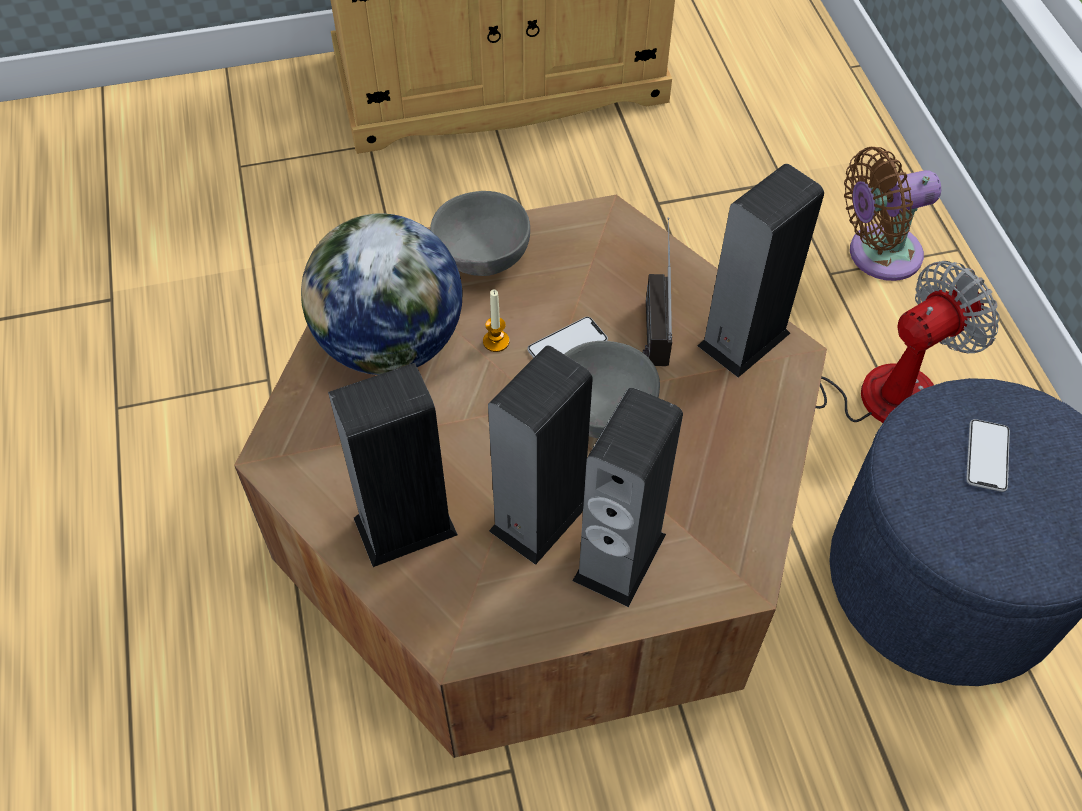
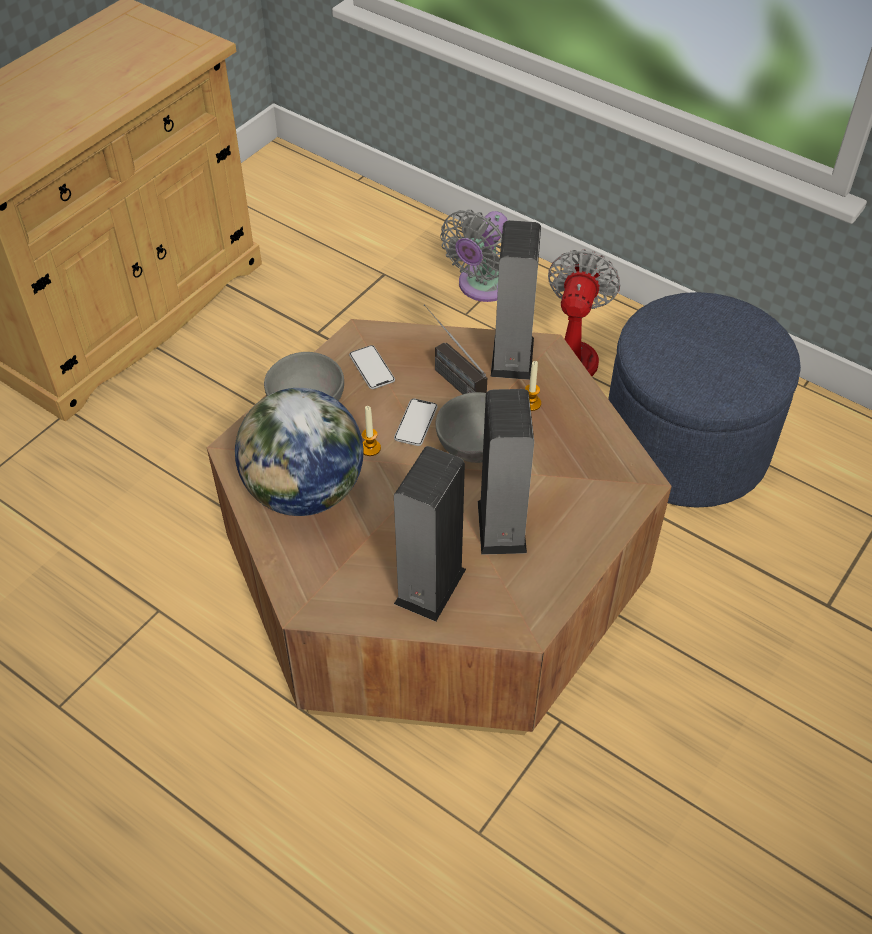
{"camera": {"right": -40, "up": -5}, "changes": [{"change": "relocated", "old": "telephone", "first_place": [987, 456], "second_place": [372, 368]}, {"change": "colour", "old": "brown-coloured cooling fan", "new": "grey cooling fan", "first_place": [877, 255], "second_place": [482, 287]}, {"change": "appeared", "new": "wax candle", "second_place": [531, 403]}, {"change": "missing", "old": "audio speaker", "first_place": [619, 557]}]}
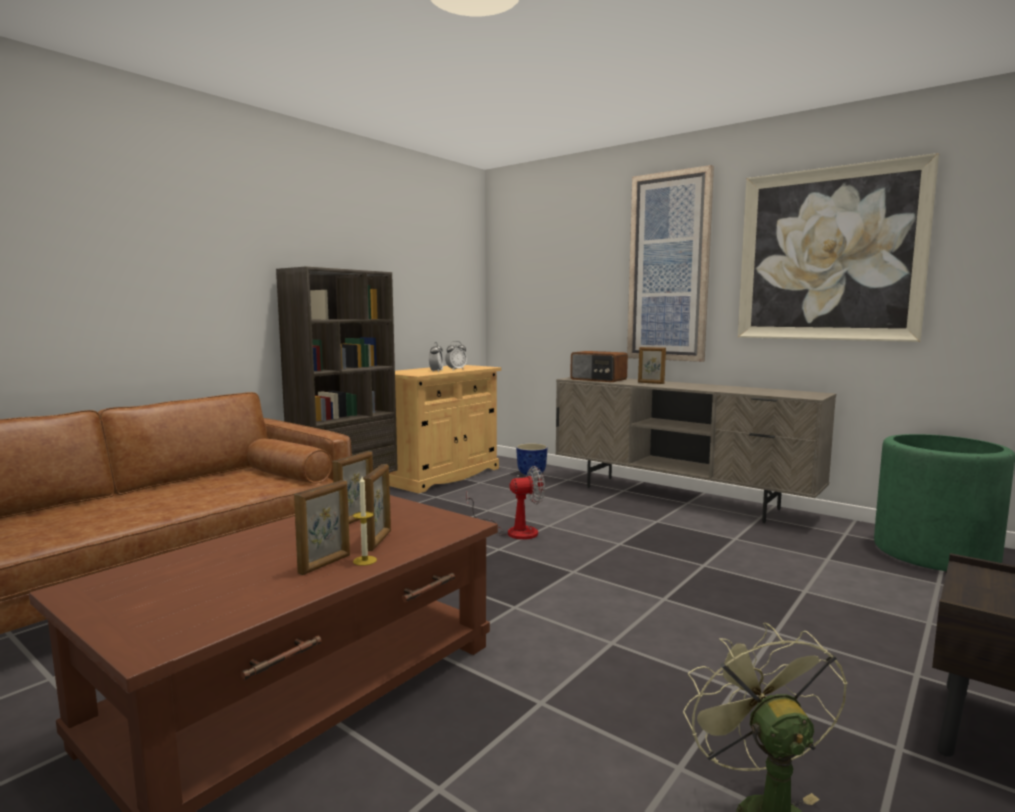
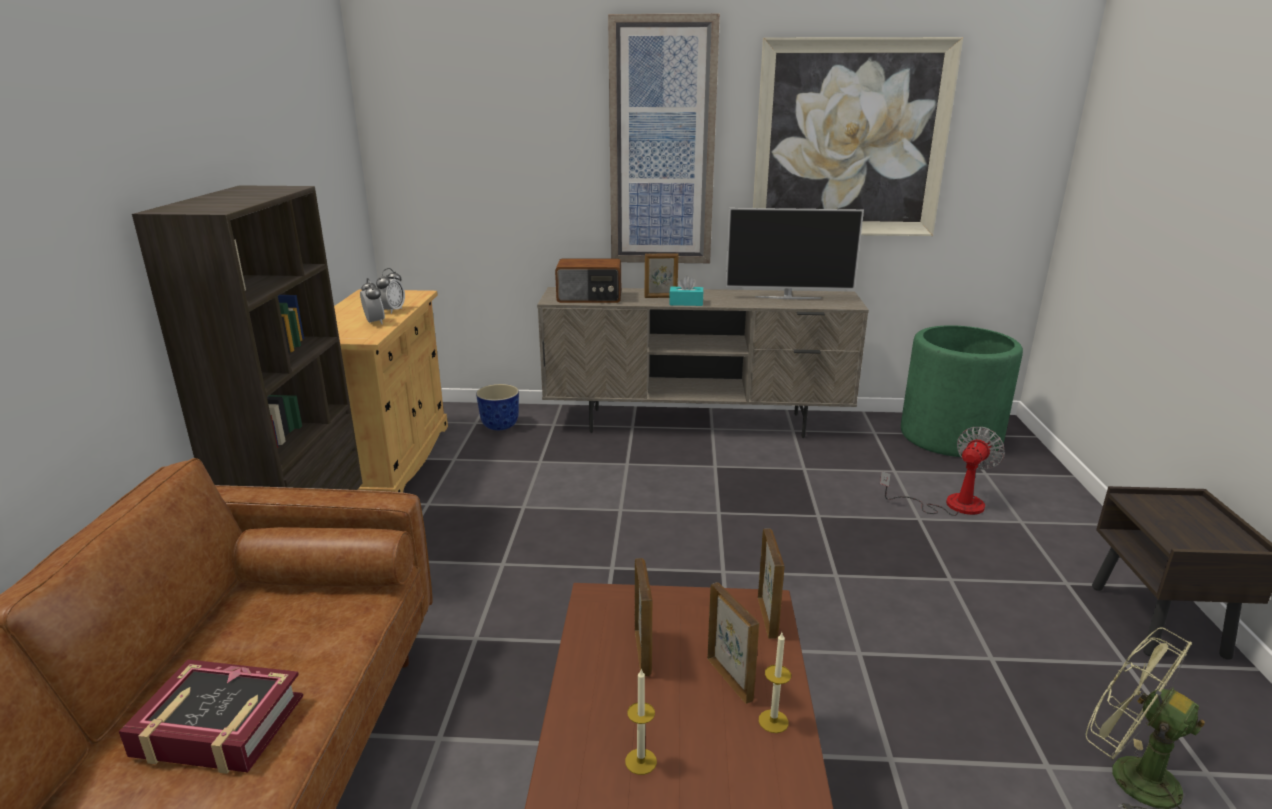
{"camera": {"right": -35, "up": 15}, "changes": [{"change": "appeared", "new": "volume", "second_place": [218, 727]}, {"change": "appeared", "new": "wax candle", "second_place": [641, 761]}, {"change": "appeared", "new": "blue-green tissue holder", "second_place": [686, 303]}, {"change": "appeared", "new": "TV set", "second_place": [788, 297]}, {"change": "relocated", "old": "photo frame", "first_place": [325, 564], "second_place": [767, 617]}, {"change": "relocated", "old": "cooling fan", "first_place": [513, 531], "second_place": [950, 504]}]}
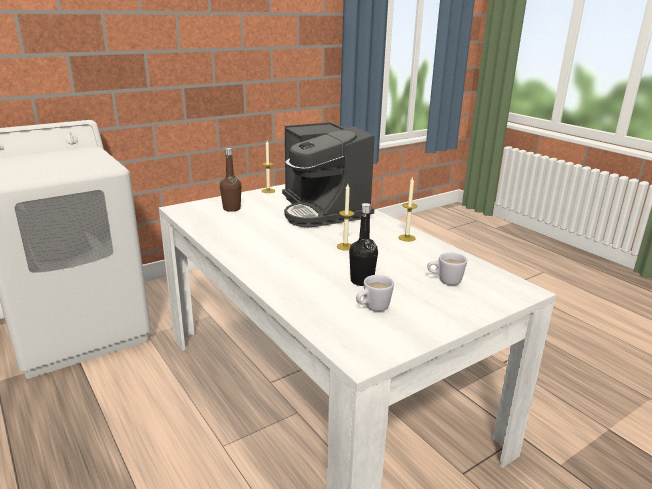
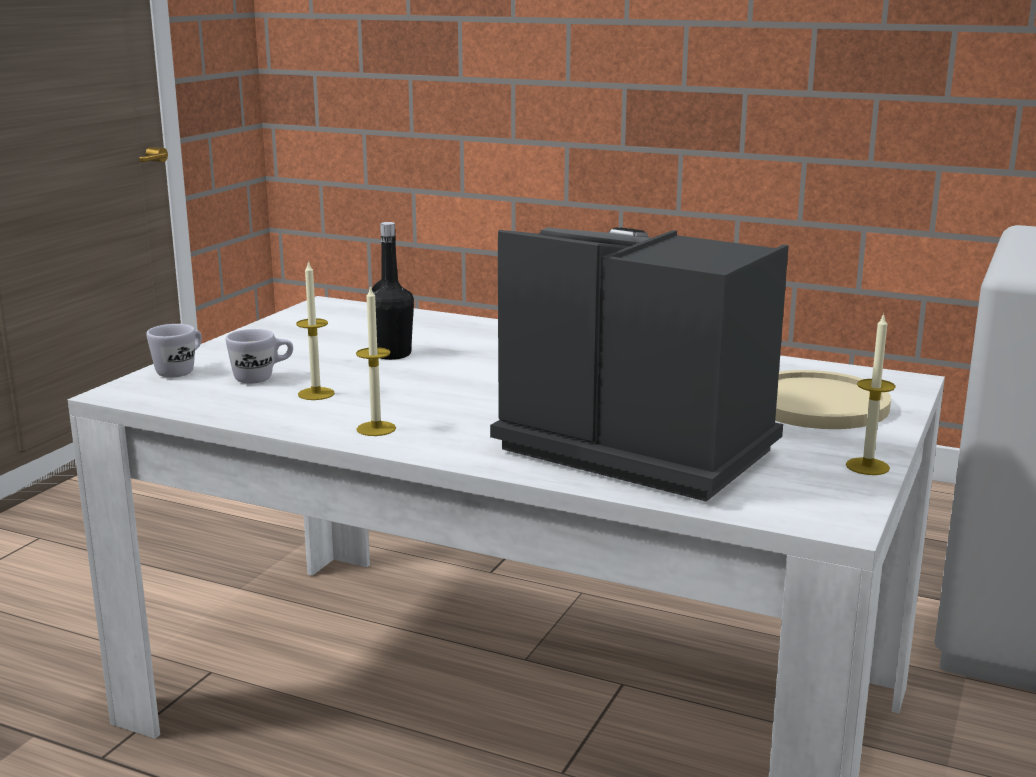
{"camera": {"right": 150, "up": -5}, "changes": [{"change": "relocated", "old": "whitish mug", "first_place": [372, 308], "second_place": [181, 371]}, {"change": "relocated", "old": "wax candle", "first_place": [345, 246], "second_place": [316, 394]}, {"change": "exchanged", "old": "brown-coloured bottle", "new": "beige plate", "first_place": [231, 209], "second_place": [817, 404]}]}
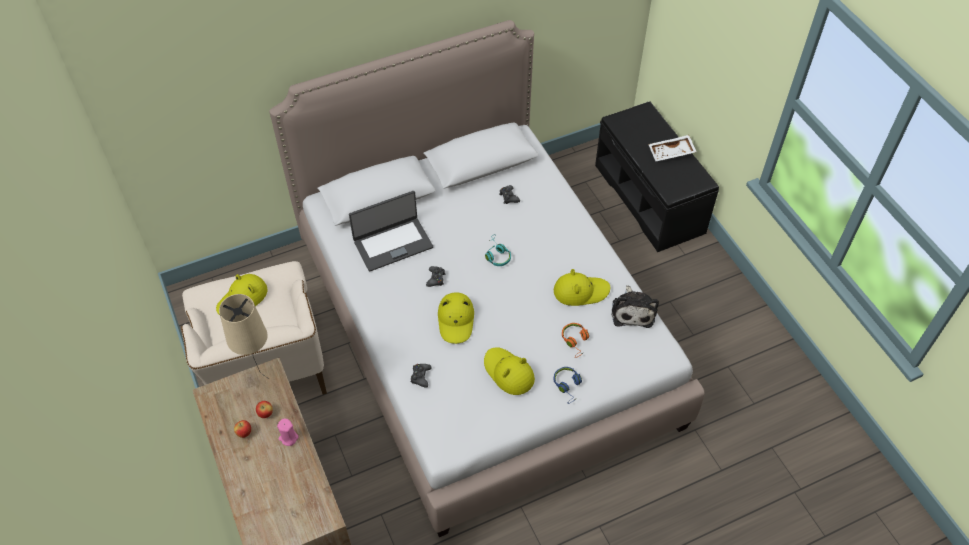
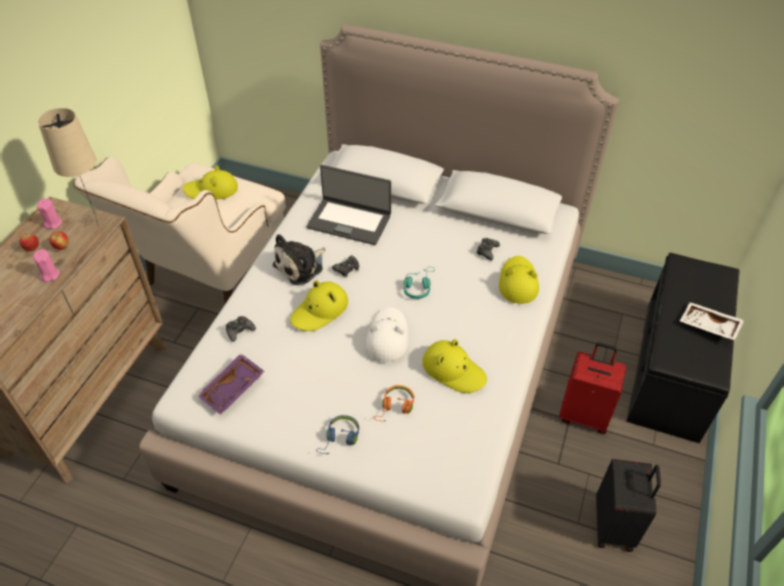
{"camera": {"right": 45, "up": -5}, "changes": [{"change": "appeared", "new": "pink wax candle", "second_place": [53, 223]}, {"change": "appeared", "new": "purple-coloured carrying tray", "second_place": [233, 389]}, {"change": "relocated", "old": "plush toy", "first_place": [632, 311], "second_place": [301, 266]}, {"change": "appeared", "new": "whitish clothing hat", "second_place": [387, 337]}, {"change": "relocated", "old": "yellowish clothing hat", "first_place": [508, 373], "second_place": [518, 282]}, {"change": "appeared", "new": "red suitcase", "second_place": [584, 415]}, {"change": "appeared", "new": "blackish suitcase", "second_place": [615, 526]}]}
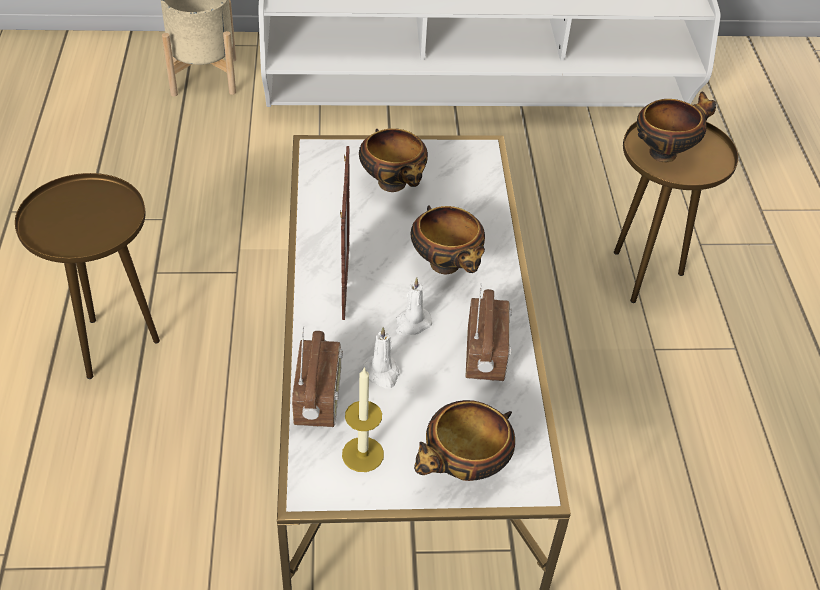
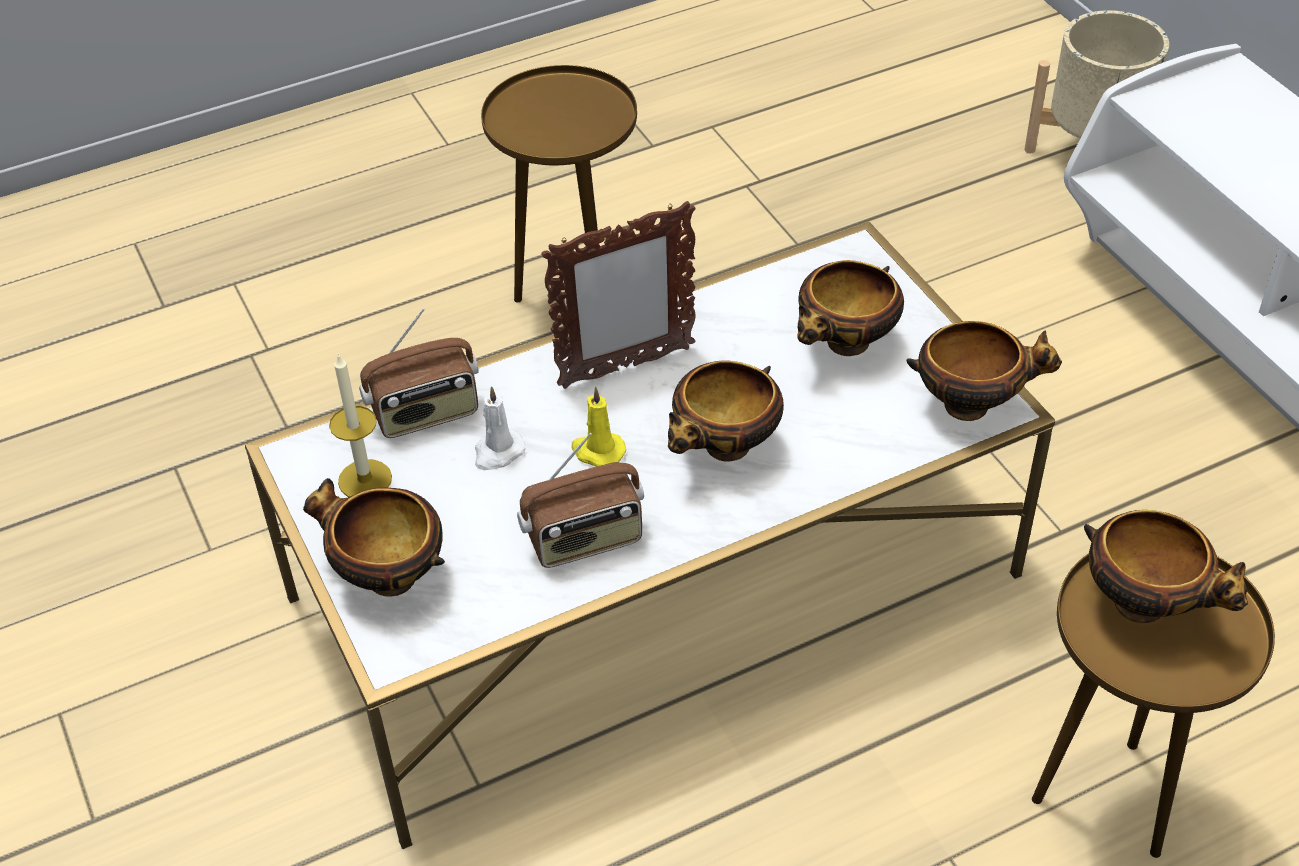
{"camera": {"right": 70, "up": 0}, "changes": [{"change": "colour", "old": "whitish wax candle", "new": "yellowish wax candle", "first_place": [412, 323], "second_place": [597, 451]}, {"change": "appeared", "new": "serving bowl", "second_place": [971, 405]}]}
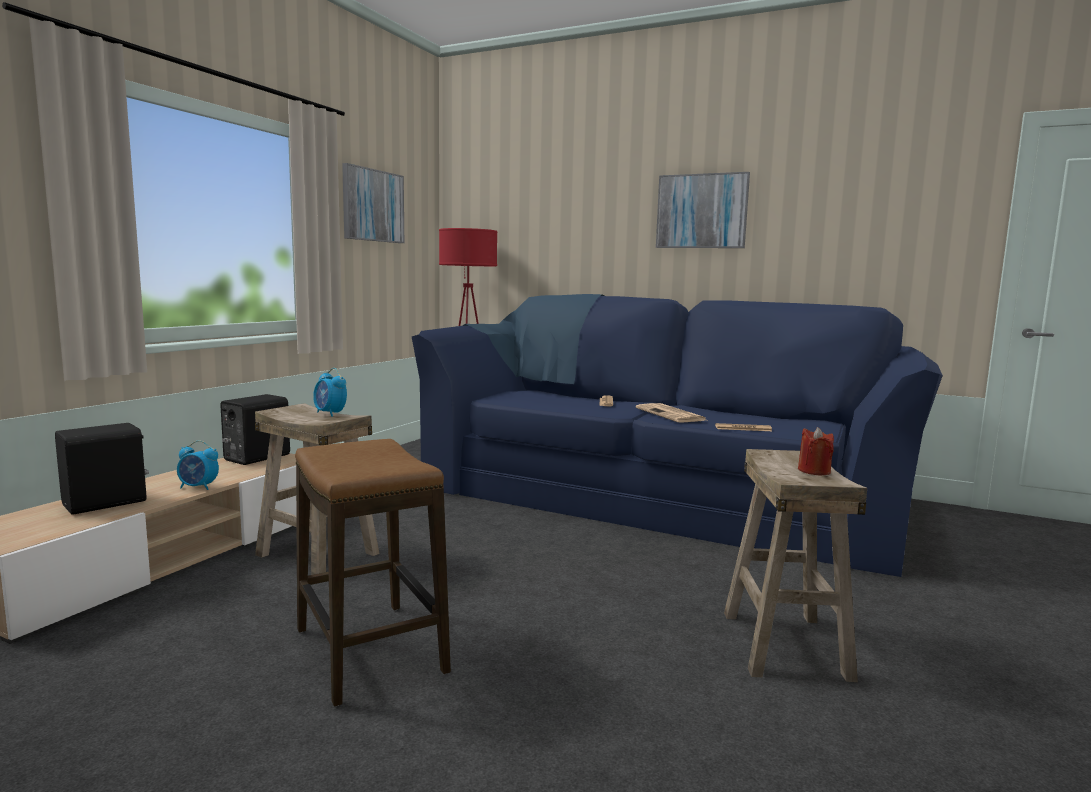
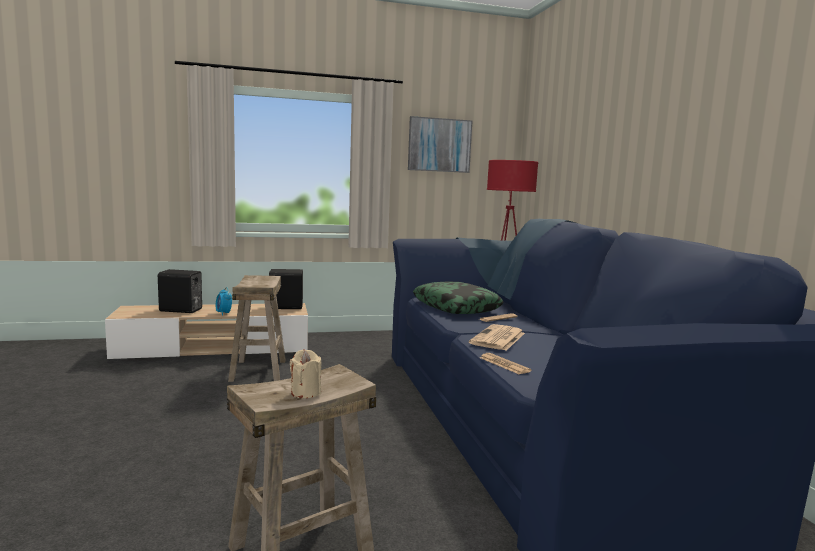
{"camera": {"right": 50, "up": 0}, "changes": [{"change": "colour", "old": "red wax candle", "new": "beige wax candle", "first_place": [814, 471], "second_place": [306, 392]}, {"change": "appeared", "new": "cushion", "second_place": [456, 307]}, {"change": "missing", "old": "stool seat", "first_place": [370, 651]}, {"change": "missing", "old": "alarm clock", "first_place": [330, 414]}, {"change": "missing", "old": "wall picture", "first_place": [702, 211]}]}
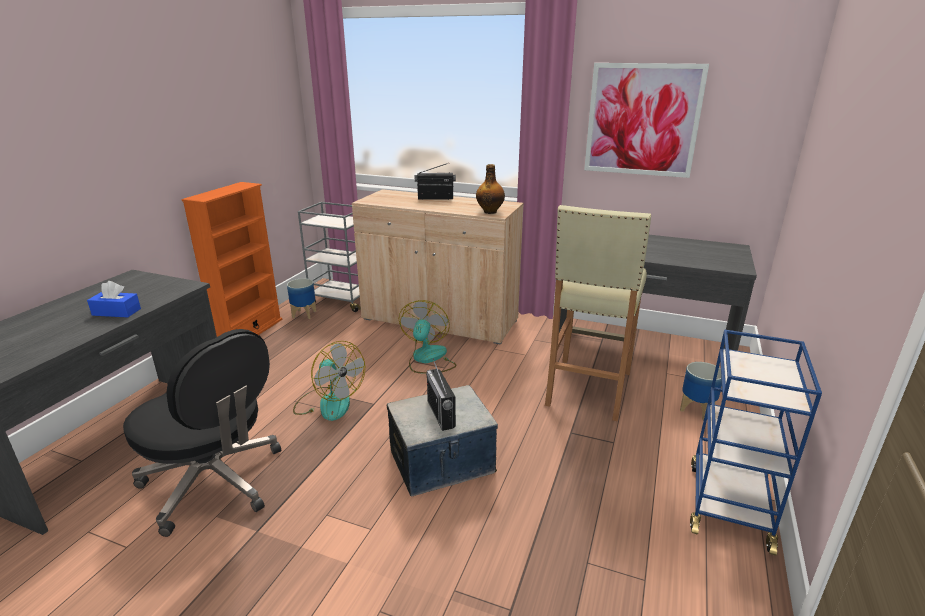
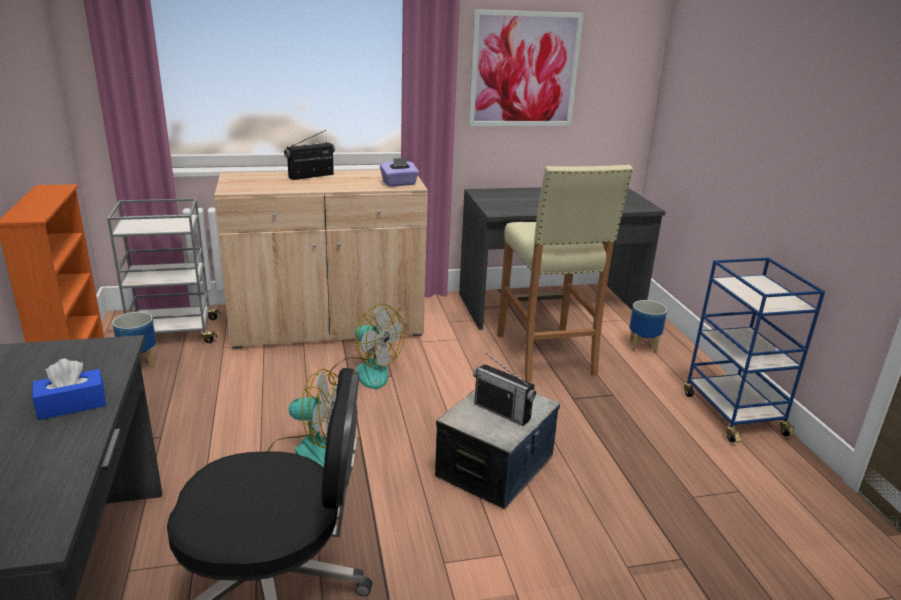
{"camera": {"right": -35, "up": 0}, "changes": [{"change": "spun", "old": "cooling fan", "first_place": [428, 359], "second_place": [364, 372], "degrees": 150}, {"change": "exchanged", "old": "bottle", "new": "purple-coloured tissue holder", "first_place": [490, 212], "second_place": [399, 184]}]}
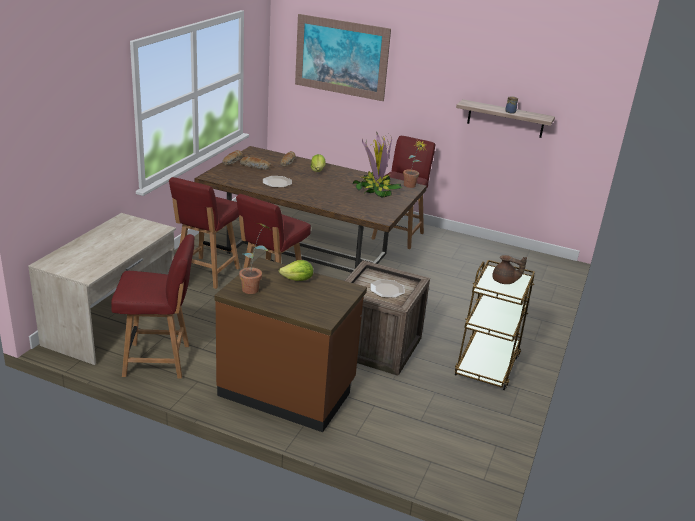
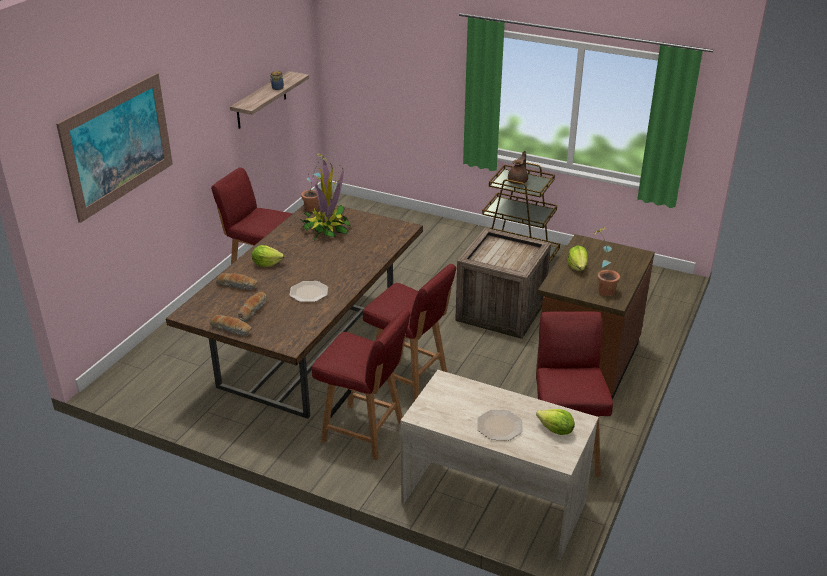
{"camera": {"right": -85, "up": 5}, "changes": [{"change": "relocated", "old": "plate", "first_place": [386, 289], "second_place": [499, 426]}, {"change": "appeared", "new": "lettuce head", "second_place": [555, 430]}]}
